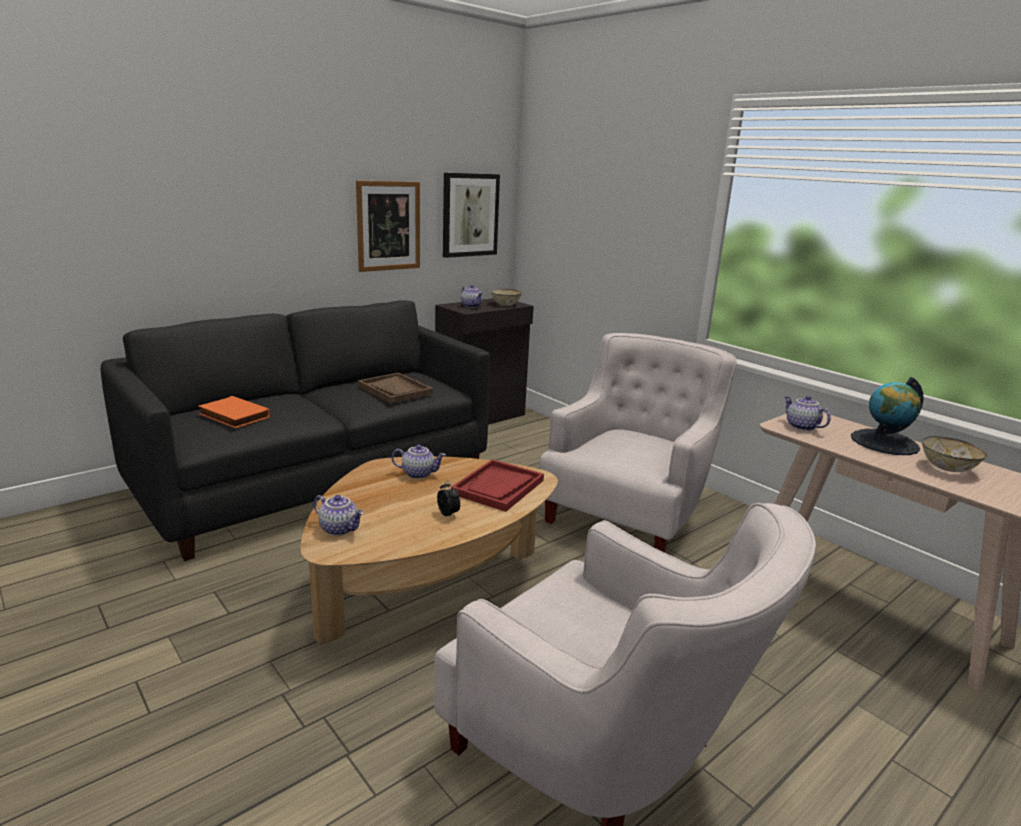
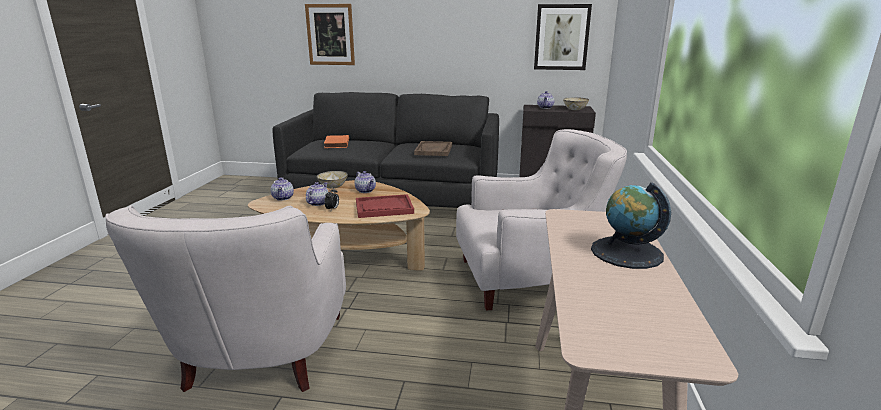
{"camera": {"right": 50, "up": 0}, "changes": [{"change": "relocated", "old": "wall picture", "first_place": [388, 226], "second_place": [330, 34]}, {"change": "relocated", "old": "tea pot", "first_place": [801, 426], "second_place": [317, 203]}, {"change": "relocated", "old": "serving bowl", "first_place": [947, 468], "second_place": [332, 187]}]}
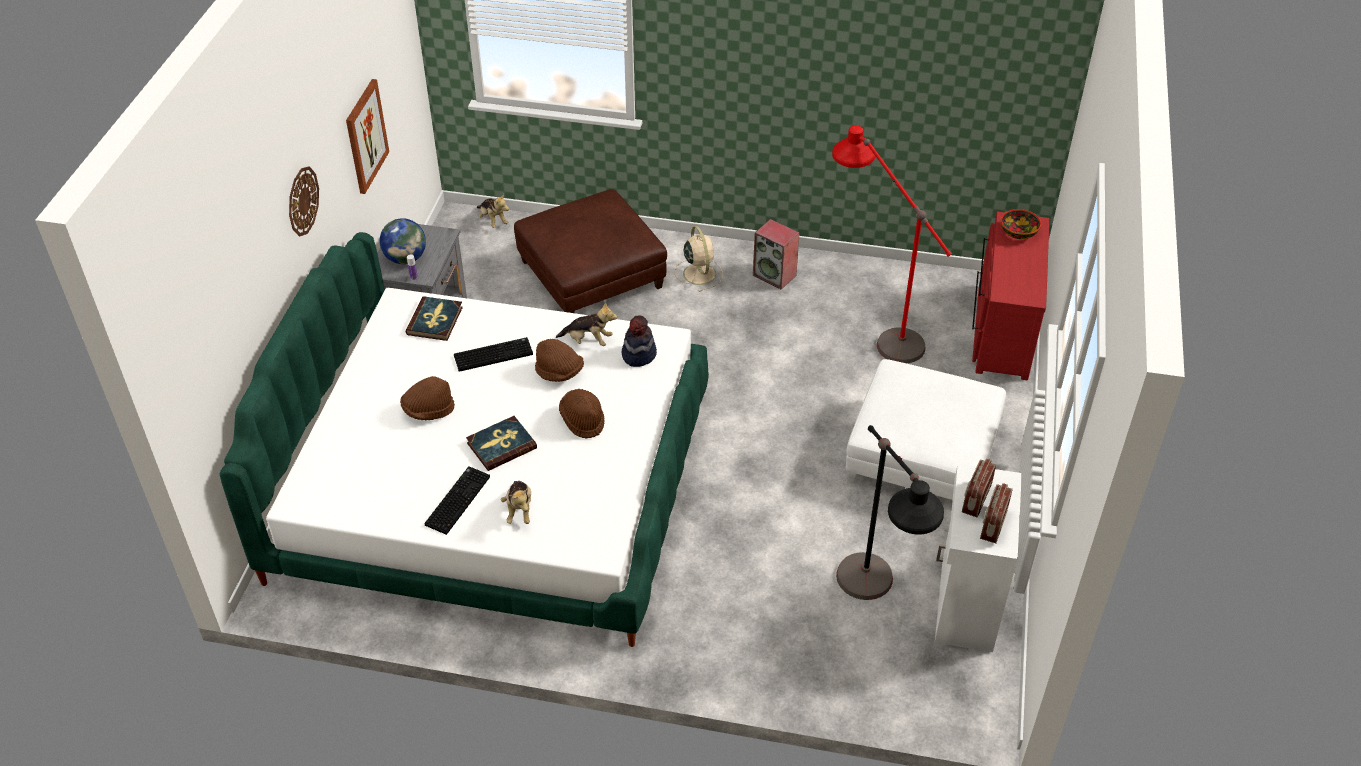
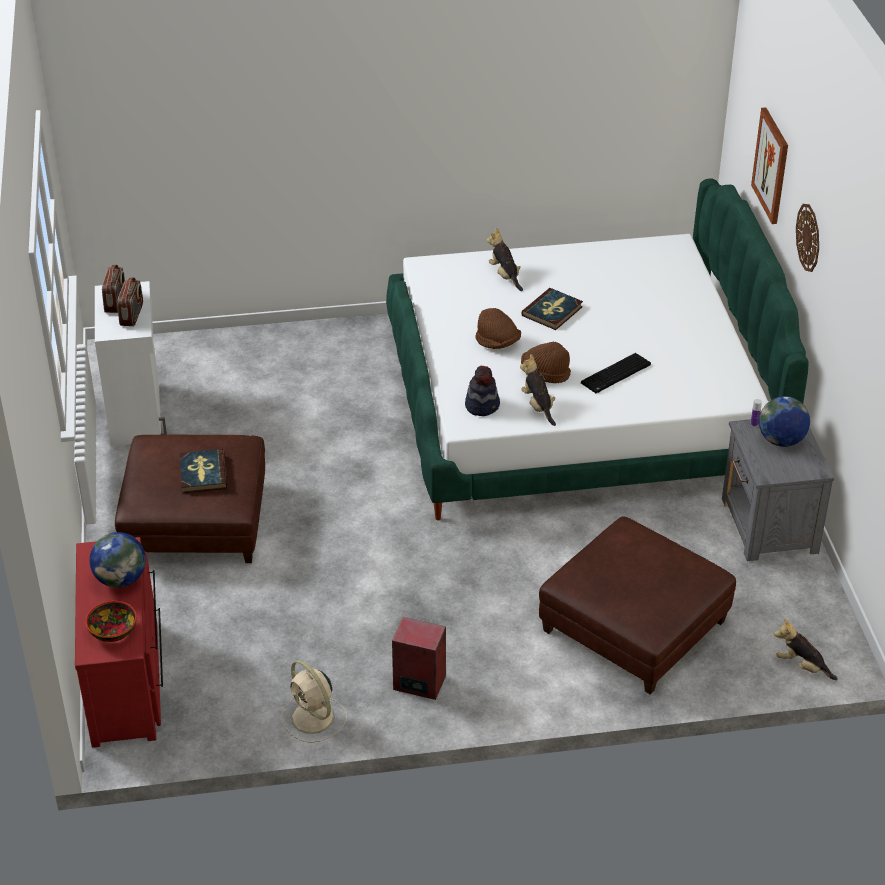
{"camera": {"right": 160, "up": -5}, "changes": [{"change": "appeared", "new": "world globe", "second_place": [121, 579]}, {"change": "colour", "old": "whitish ottoman", "new": "brown-coloured ottoman", "first_place": [922, 455], "second_place": [195, 521]}, {"change": "relocated", "old": "volume", "first_place": [435, 321], "second_place": [202, 473]}, {"change": "relocated", "old": "beige cooling fan", "first_place": [699, 273], "second_place": [314, 718]}, {"change": "spun", "old": "plush toy", "first_place": [588, 341], "second_place": [538, 406], "degrees": 75}, {"change": "relocated", "old": "wall picture", "first_place": [366, 136], "second_place": [771, 165]}, {"change": "missing", "old": "brown-coloured clothing hat", "first_place": [428, 410]}, {"change": "missing", "old": "keyboard", "first_place": [457, 500]}, {"change": "missing", "old": "red standard lamp", "first_place": [875, 329]}, {"change": "missing", "old": "blackish standard lamp", "first_place": [874, 609]}]}
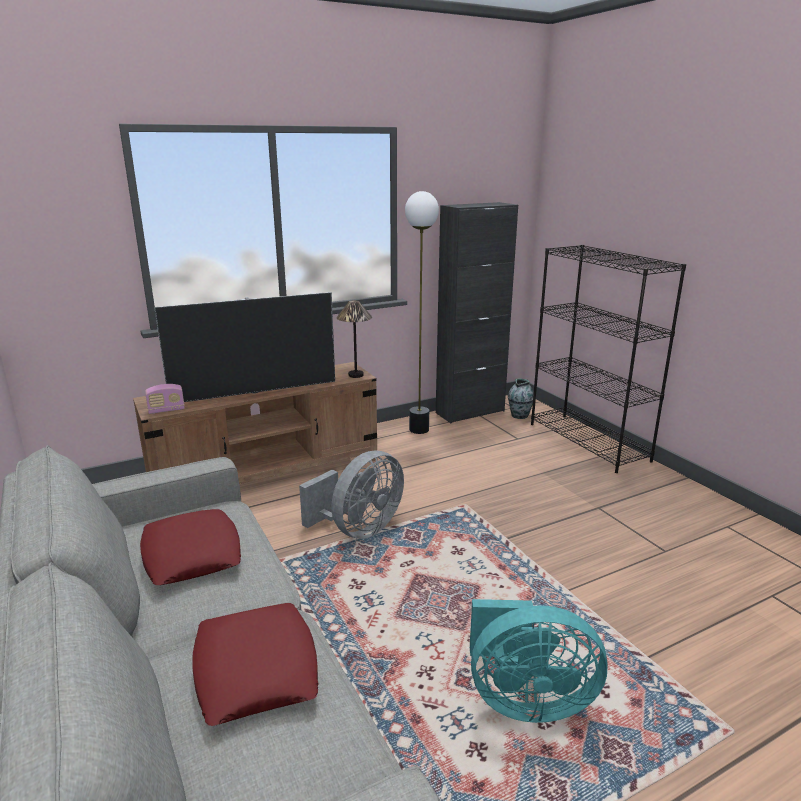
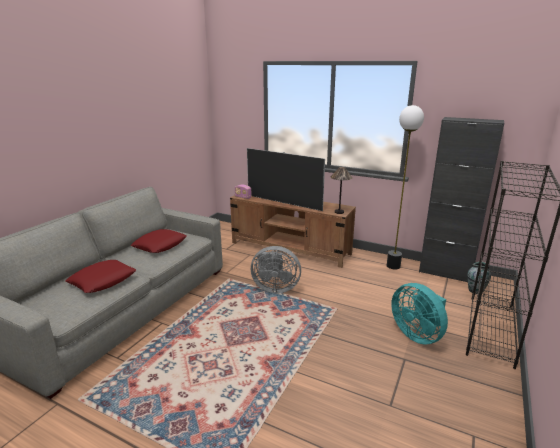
{"camera": {"right": 55, "up": 0}, "changes": [{"change": "relocated", "old": "blue-green cooling fan", "first_place": [525, 700], "second_place": [417, 334]}]}
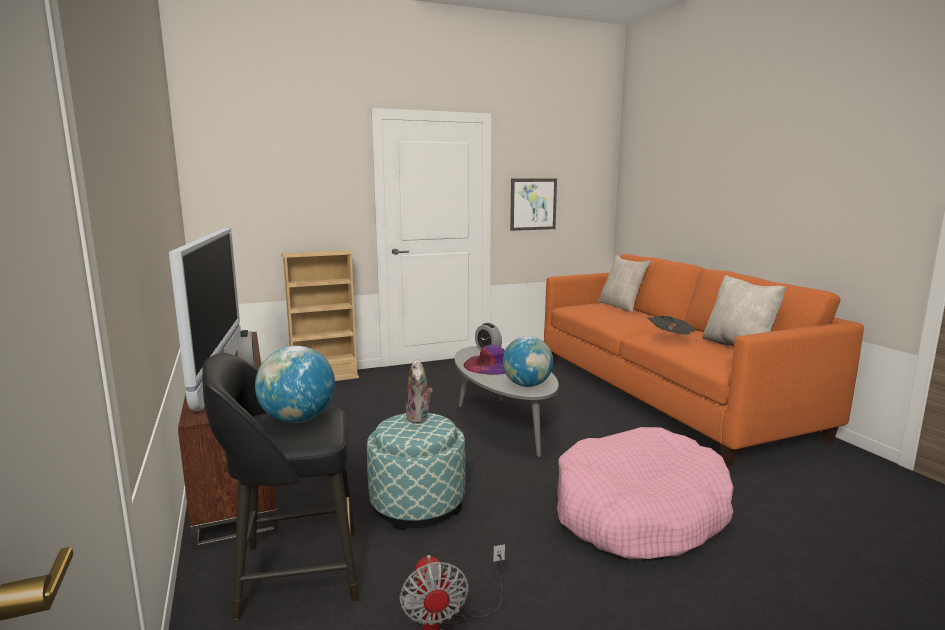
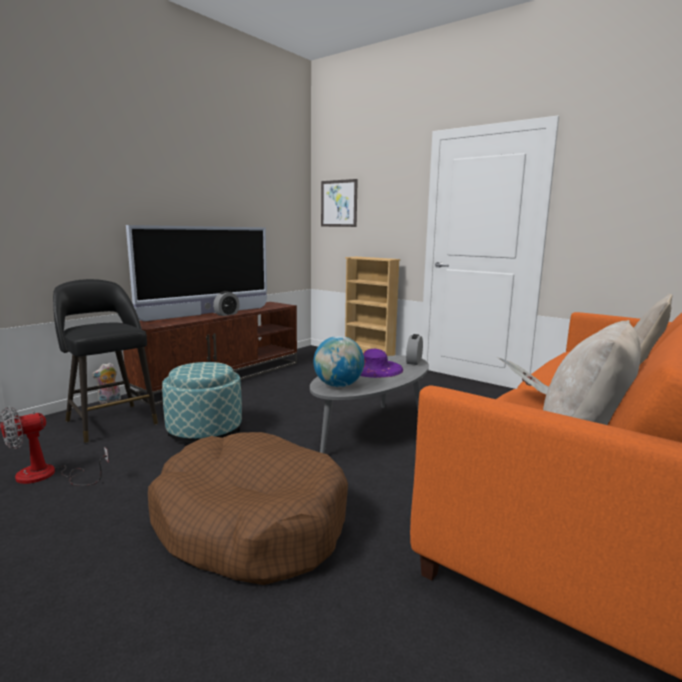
{"camera": {"right": 60, "up": 0}, "changes": [{"change": "relocated", "old": "plush toy", "first_place": [419, 418], "second_place": [109, 401]}, {"change": "colour", "old": "pink dog bed", "new": "brown-coloured dog bed", "first_place": [639, 512], "second_place": [250, 523]}, {"change": "relocated", "old": "wall picture", "first_place": [533, 204], "second_place": [339, 203]}, {"change": "missing", "old": "world globe", "first_place": [298, 420]}]}
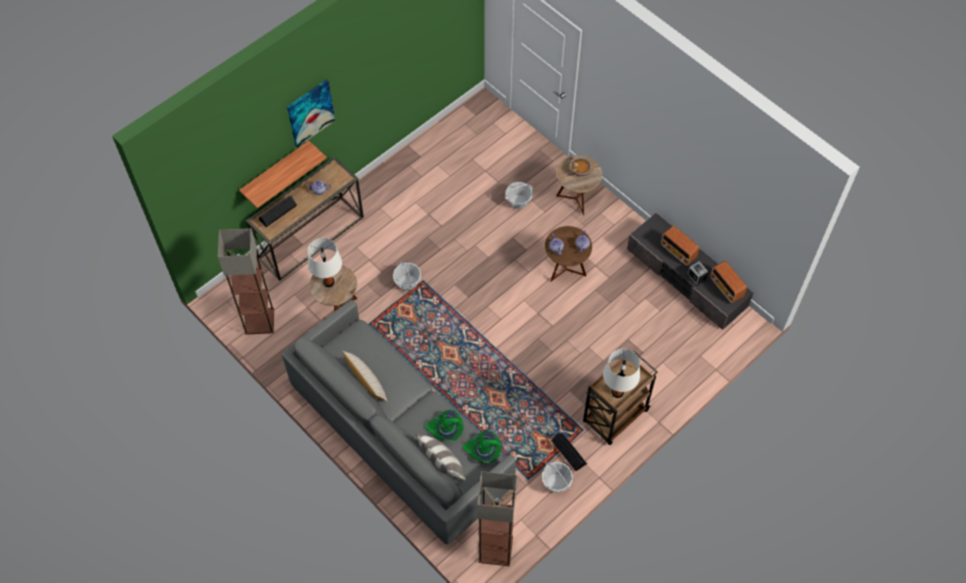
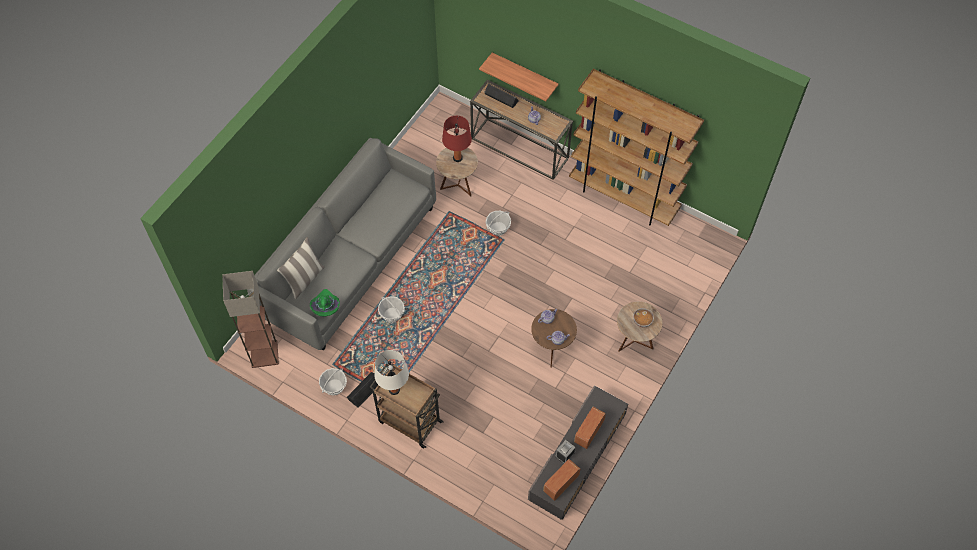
{"camera": {"right": 75, "up": 0}, "changes": [{"change": "relocated", "old": "basket", "first_place": [518, 201], "second_place": [392, 315]}, {"change": "colour", "old": "whitish table lamp", "new": "red table lamp", "first_place": [328, 282], "second_place": [457, 158]}, {"change": "appeared", "new": "brown-coloured bookshelf", "second_place": [624, 197]}, {"change": "missing", "old": "standard lamp", "first_place": [260, 320]}, {"change": "missing", "old": "wall picture", "first_place": [310, 112]}, {"change": "missing", "old": "beige cushion", "first_place": [366, 382]}, {"change": "missing", "old": "green-coloured clothing hat", "first_place": [446, 429]}]}
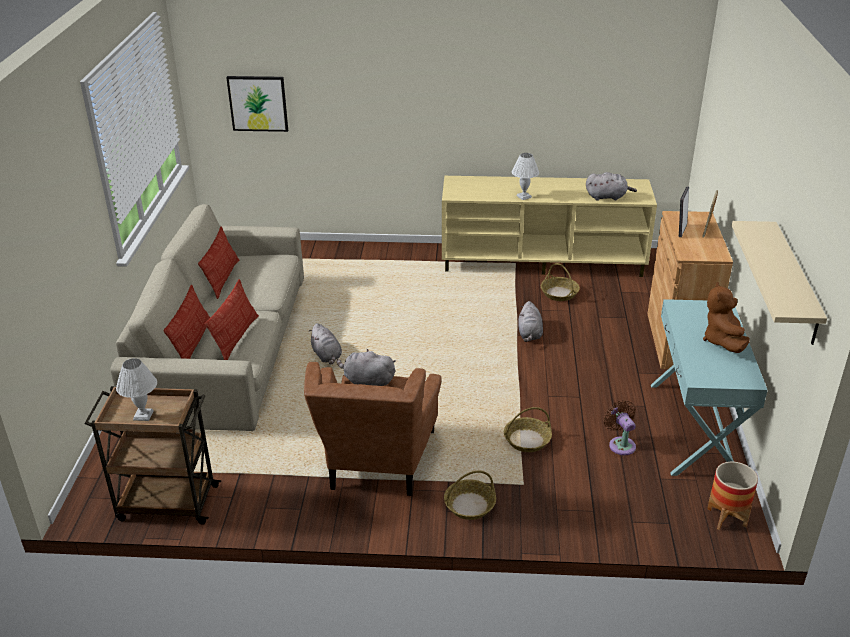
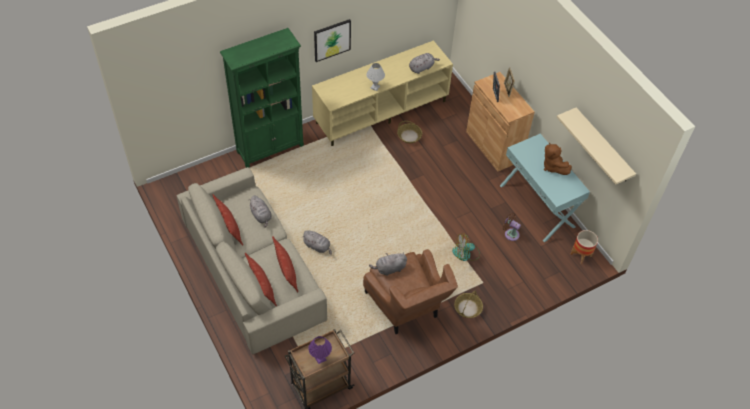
{"camera": {"right": -35, "up": 20}, "changes": [{"change": "appeared", "new": "green-coloured bookshelf", "second_place": [270, 148]}, {"change": "relocated", "old": "grey plush toy", "first_place": [529, 334], "second_place": [261, 216]}, {"change": "colour", "old": "whitish table lamp", "new": "purple-coloured table lamp", "first_place": [143, 415], "second_place": [320, 358]}, {"change": "relocated", "old": "wall picture", "first_place": [258, 103], "second_place": [332, 40]}, {"change": "exchanged", "old": "basket", "new": "cooling fan", "first_place": [527, 440], "second_place": [466, 254]}]}
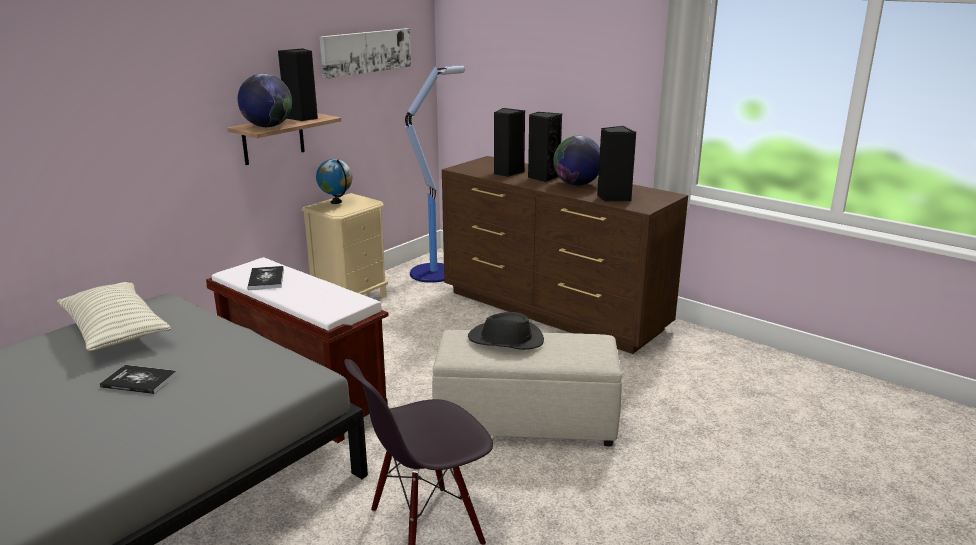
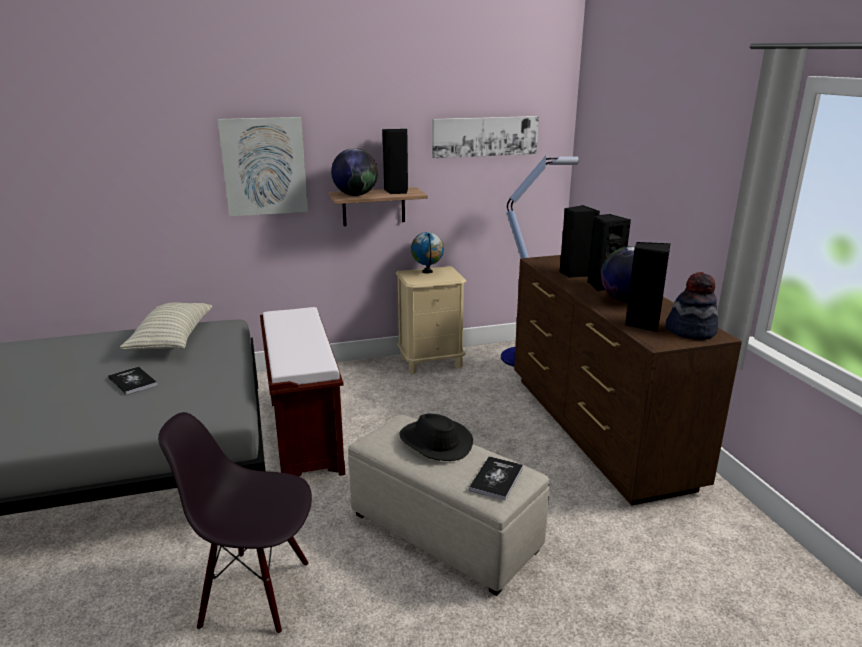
{"camera": {"right": 35, "up": 0}, "changes": [{"change": "appeared", "new": "wall picture", "second_place": [264, 166]}, {"change": "relocated", "old": "volume", "first_place": [266, 279], "second_place": [496, 479]}, {"change": "appeared", "new": "clothing hat", "second_place": [690, 331]}]}
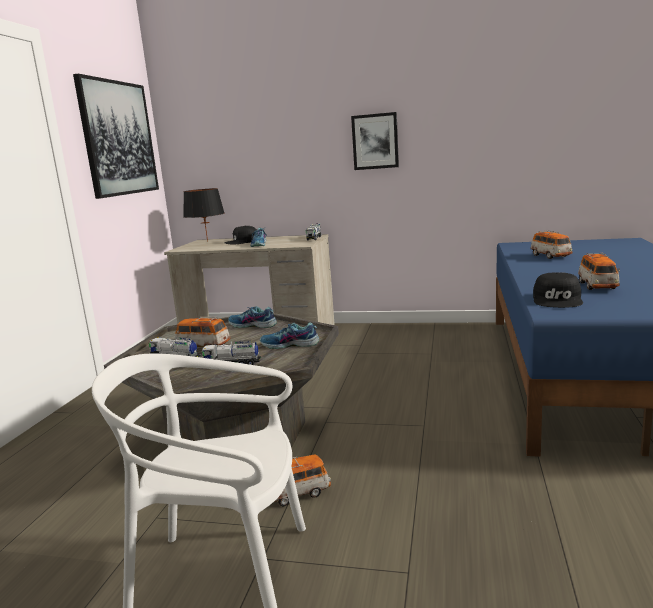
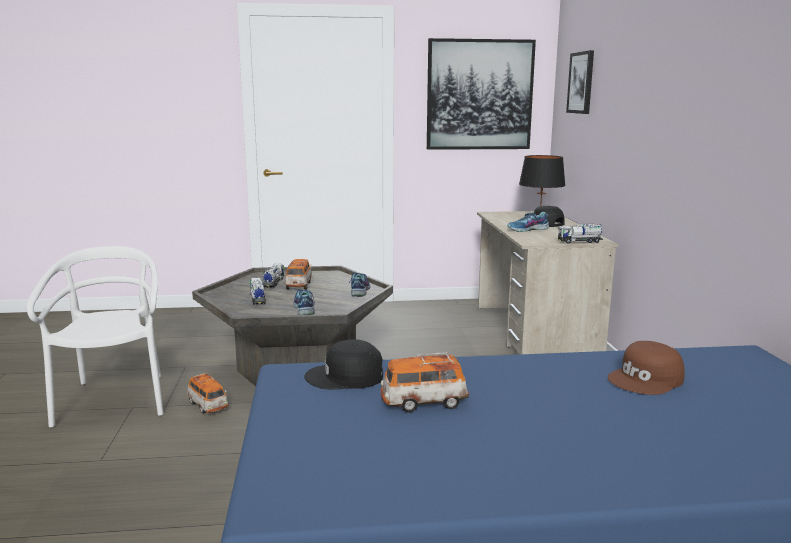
{"camera": {"right": 70, "up": 0}, "changes": [{"change": "relocated", "old": "wall picture", "first_place": [375, 141], "second_place": [581, 83]}, {"change": "exchanged", "old": "miniature car", "new": "brown-coloured peaked cap", "first_place": [550, 256], "second_place": [646, 379]}]}
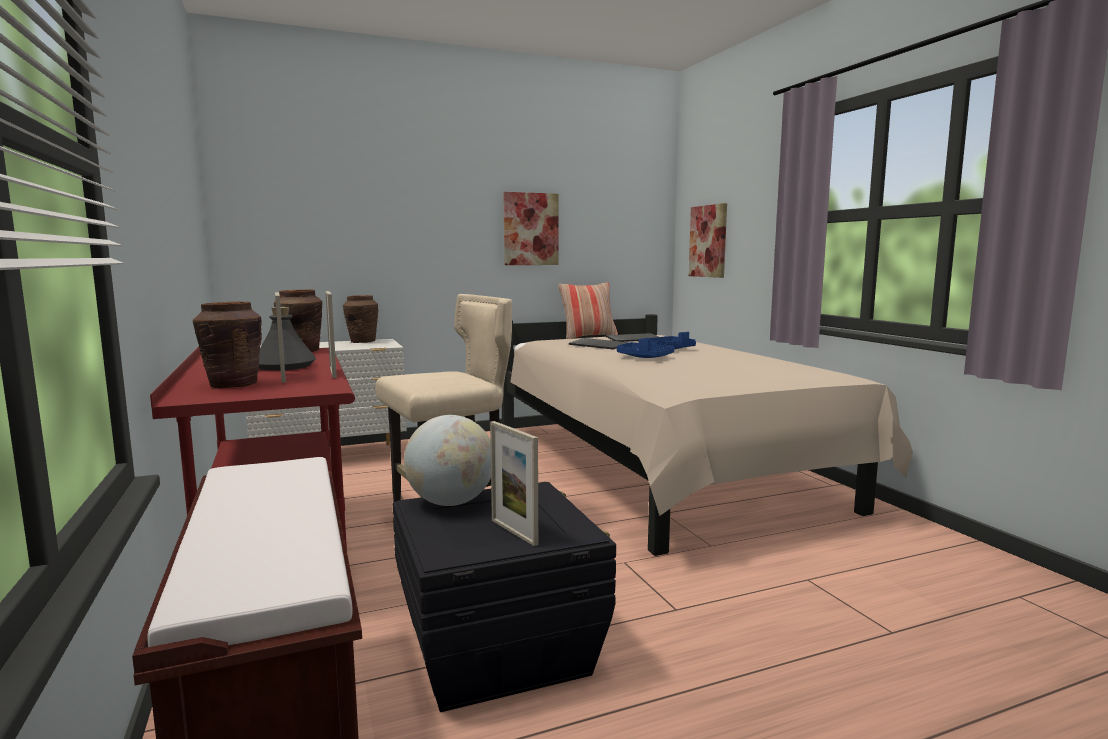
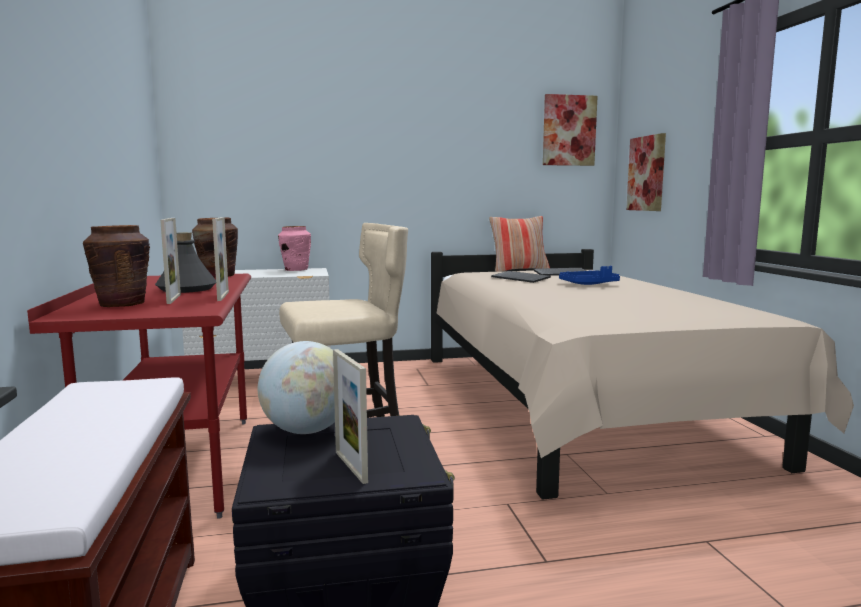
{"camera": {"right": 10, "up": 0}, "changes": [{"change": "colour", "old": "brown-coloured vase", "new": "pink vase", "first_place": [362, 341], "second_place": [296, 270]}, {"change": "relocated", "old": "wall picture", "first_place": [530, 229], "second_place": [569, 130]}, {"change": "missing", "old": "blue-coloured carrying tray", "first_place": [644, 357]}]}
